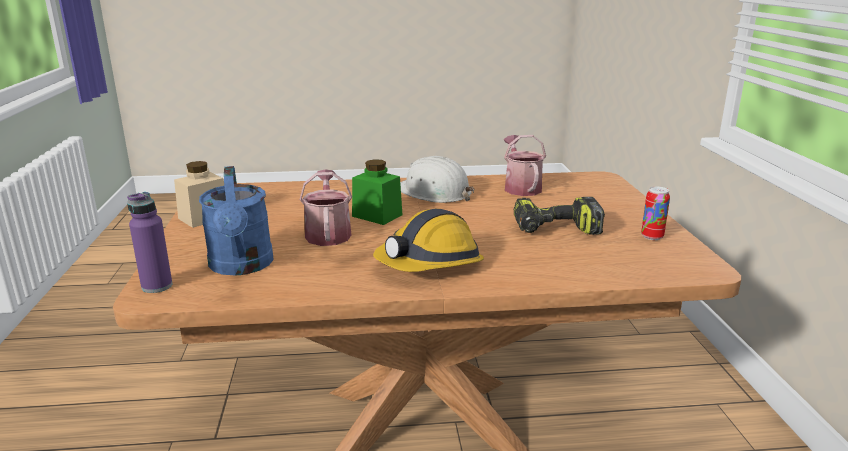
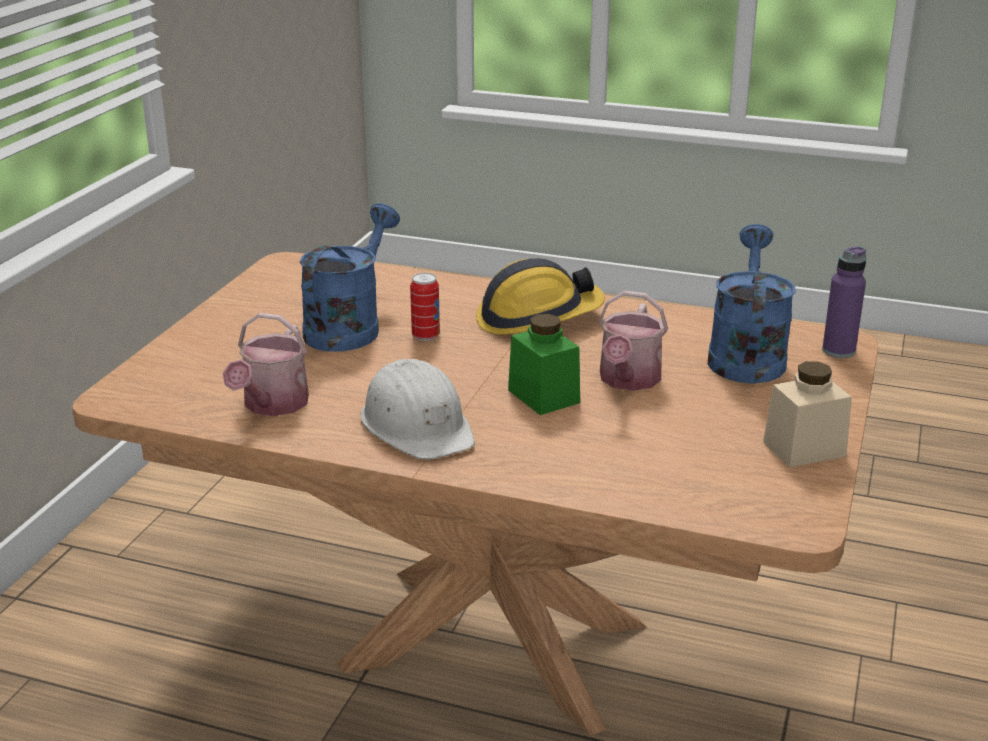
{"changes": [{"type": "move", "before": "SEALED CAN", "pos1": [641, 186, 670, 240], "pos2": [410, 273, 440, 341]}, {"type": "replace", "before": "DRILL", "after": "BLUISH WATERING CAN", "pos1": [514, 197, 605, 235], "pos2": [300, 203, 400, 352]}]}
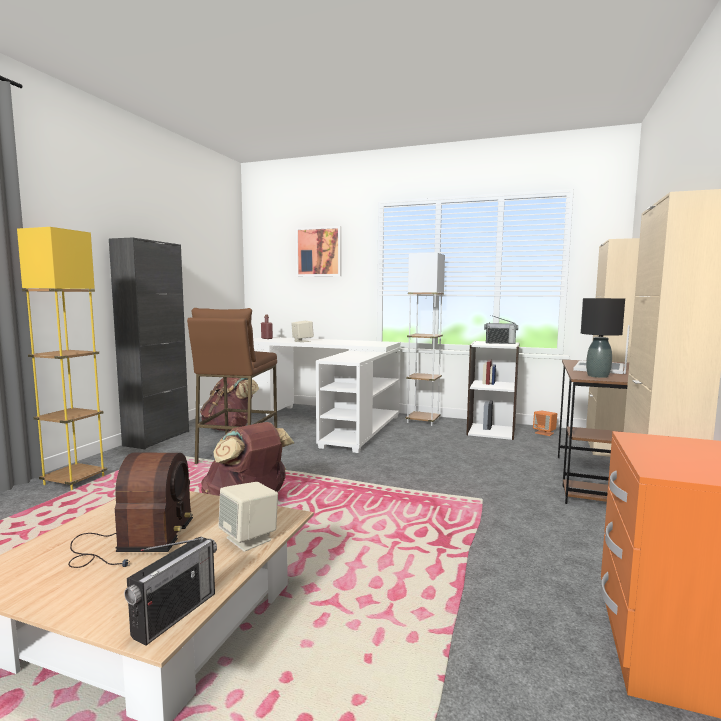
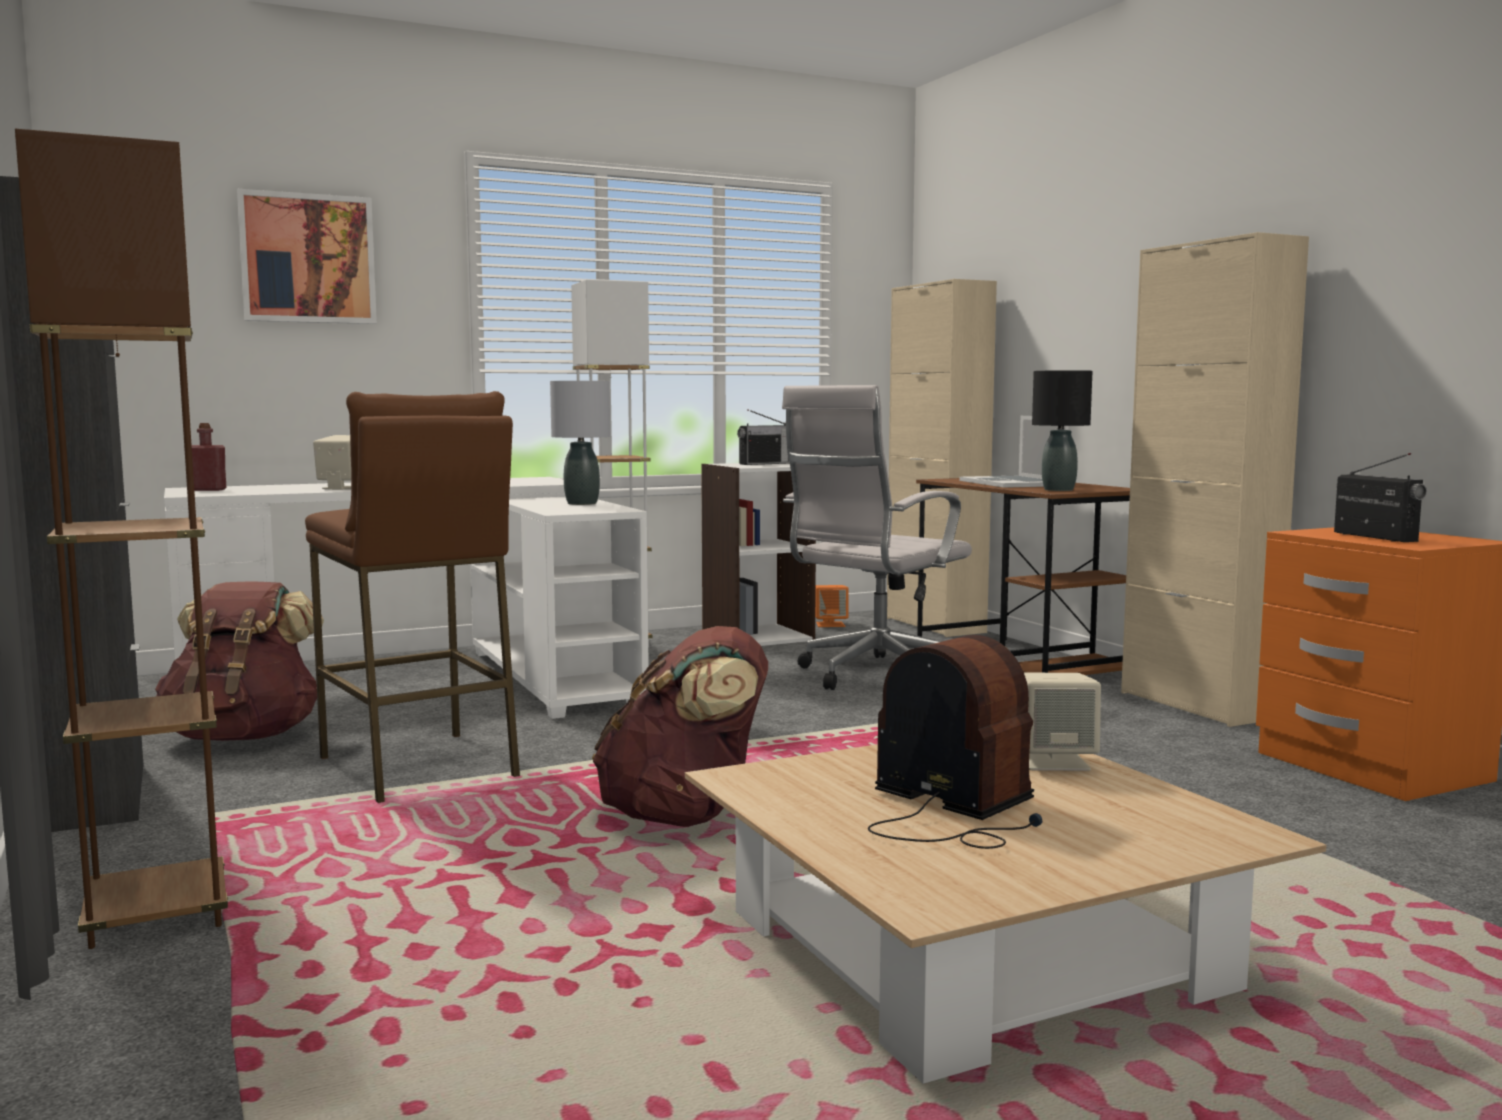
{"changes": [{"type": "recolor", "before": "YELLOWISH STANDING LAMP", "after": "BROWNISH STANDING LAMP", "pos1": [17, 227, 107, 490], "pos2": [15, 129, 228, 949]}, {"type": "move", "before": "RADIO", "pos1": [124, 537, 217, 645], "pos2": [1334, 453, 1427, 542]}, {"type": "insert", "after": "GREY LAMP FOR A TABLE", "pos2": [550, 381, 610, 505]}, {"type": "insert", "after": "WHITE-COLOURED DESK CHAIR", "pos2": [782, 385, 972, 690]}]}
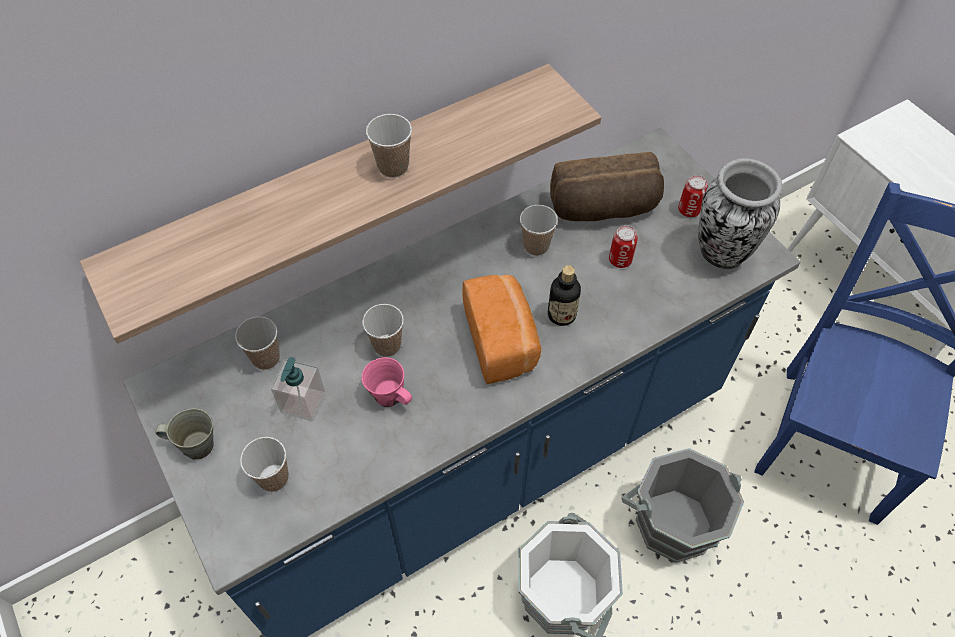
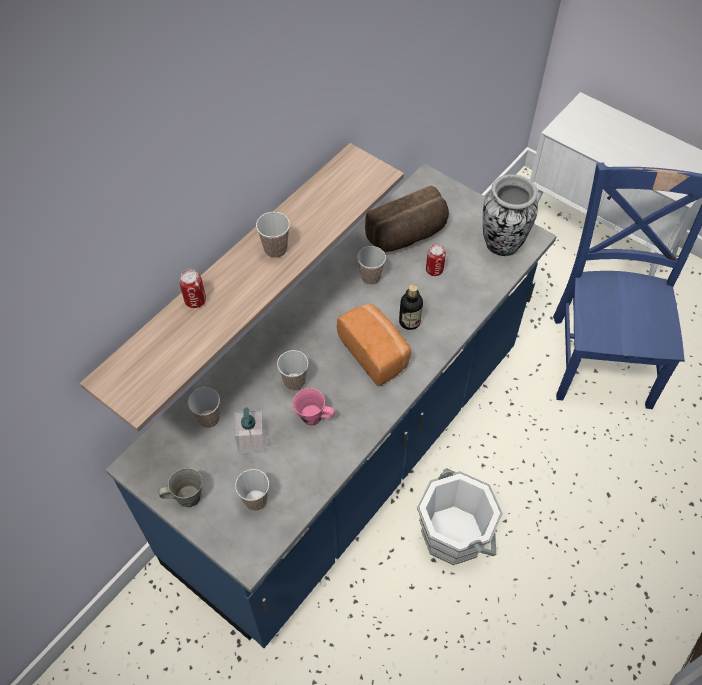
{"changes": [{"type": "move", "before": "SEALED CAN", "pos1": [678, 175, 708, 217], "pos2": [179, 269, 206, 308]}, {"type": "delete", "before": "GREY WATER BUCKET", "pos1": [622, 448, 744, 563]}]}
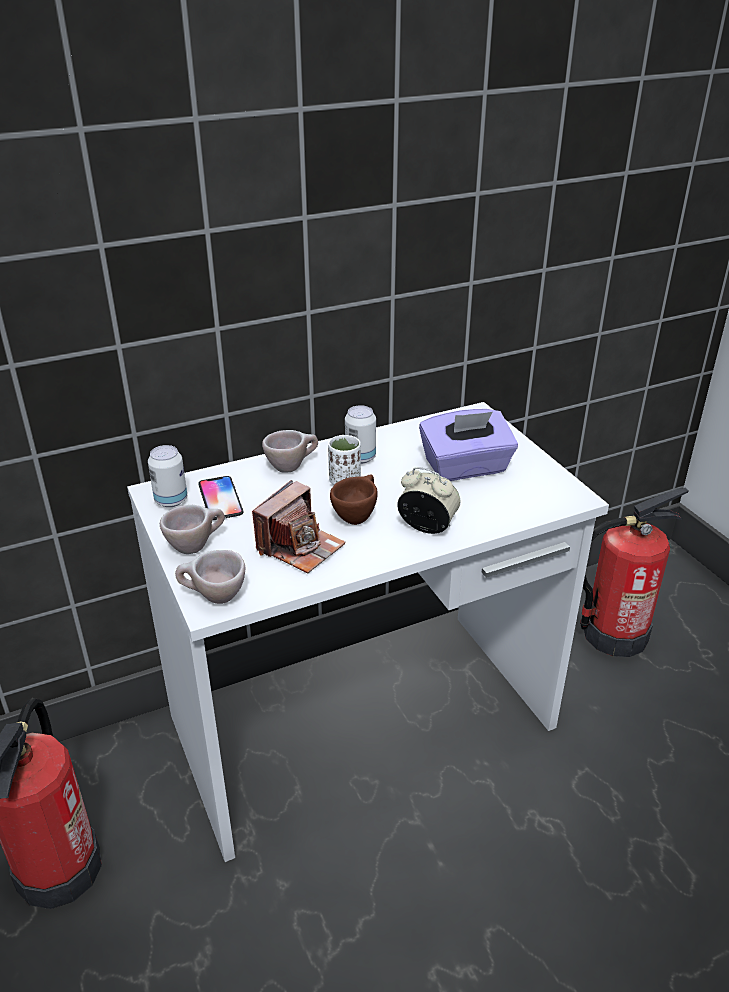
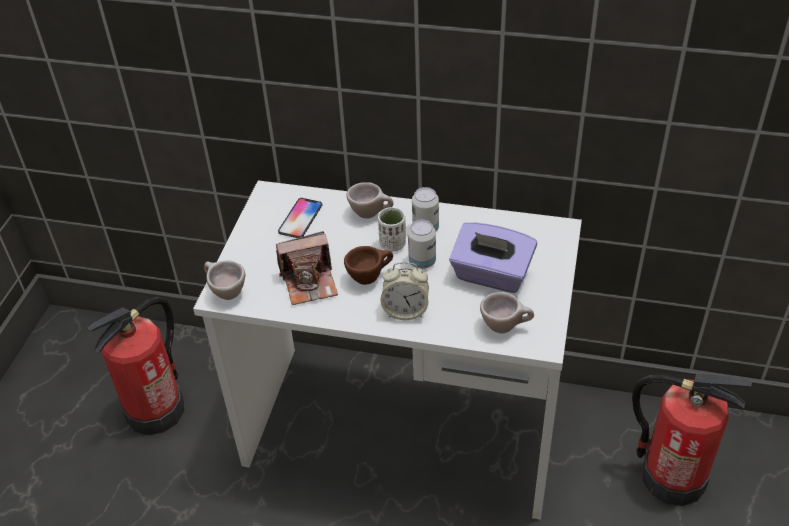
{"changes": [{"type": "move", "before": "SEALED CAN", "pos1": [148, 445, 187, 507], "pos2": [408, 220, 436, 269]}, {"type": "rotate", "before": "ALARM CLOCK", "pos1": [397, 467, 461, 534], "pos2": [380, 262, 429, 320], "turn": 120}, {"type": "move", "before": "SAND-COLOURED SMALL CUP", "pos1": [160, 505, 225, 554], "pos2": [480, 292, 534, 333]}]}
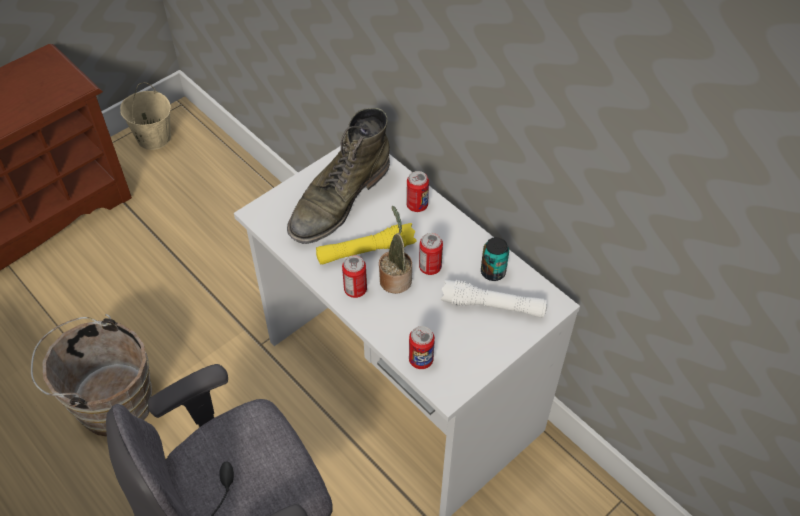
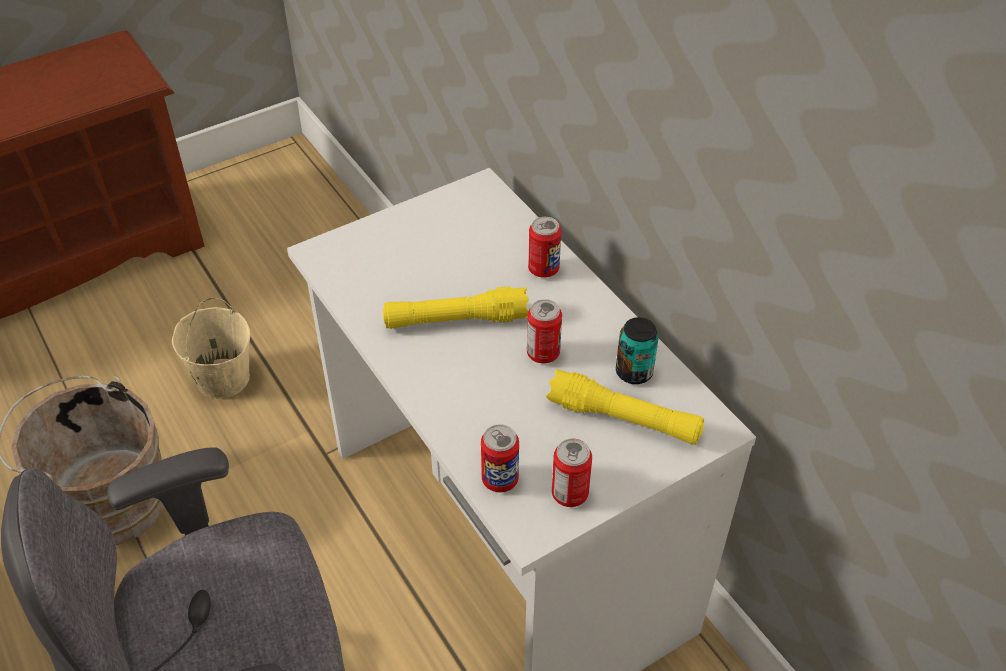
{"changes": [{"type": "move", "before": "SAND-COLOURED WATER BUCKET", "pos1": [120, 82, 171, 150], "pos2": [172, 298, 250, 399]}, {"type": "delete", "before": "GREEN HIGH-TOP BOOT", "pos1": [287, 108, 390, 244]}, {"type": "delete", "before": "POTTED PLANT", "pos1": [379, 206, 412, 294]}, {"type": "move", "before": "SEALED CAN", "pos1": [342, 255, 367, 298], "pos2": [552, 439, 592, 507]}, {"type": "recolor", "before": "WHITE-COLOURED HAND TORCH", "after": "YELLOWISH HAND TORCH", "pos1": [440, 280, 547, 318], "pos2": [546, 369, 704, 445]}]}
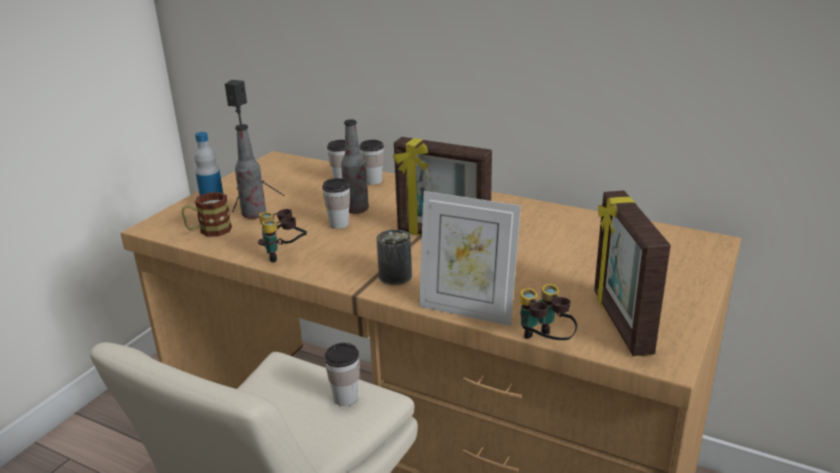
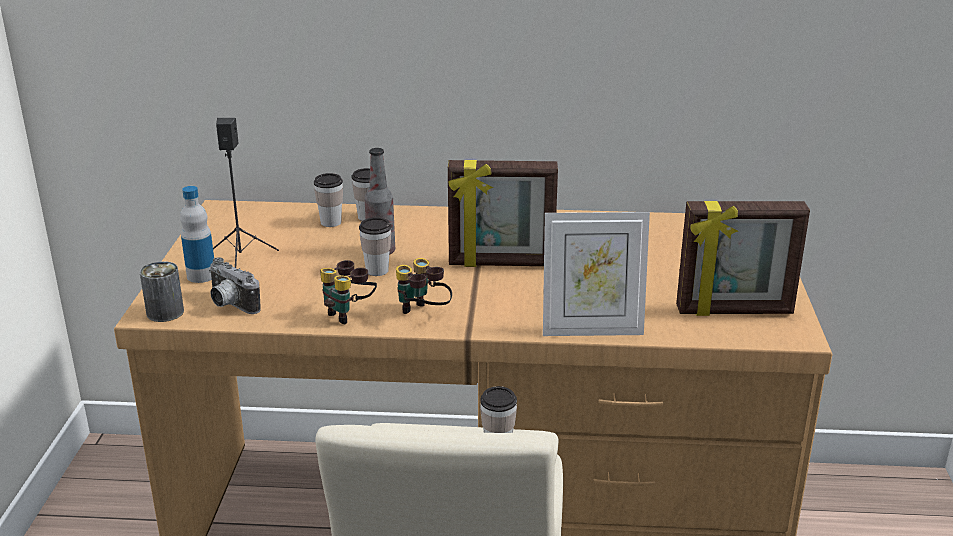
{"changes": [{"type": "delete", "before": "BEVERAGE BOTTLE", "pos1": [235, 124, 266, 219]}, {"type": "rotate", "before": "STANDING FRAME", "pos1": [594, 191, 671, 356], "pos2": [676, 201, 810, 316], "turn": -60}, {"type": "replace", "before": "COFFEE MUG", "after": "STILL CAMERA", "pos1": [182, 192, 232, 237], "pos2": [209, 257, 261, 314]}, {"type": "move", "before": "SEALED CAN", "pos1": [376, 230, 412, 285], "pos2": [140, 261, 184, 322]}, {"type": "move", "before": "BINOCULARS", "pos1": [520, 284, 577, 340], "pos2": [396, 258, 452, 314]}]}
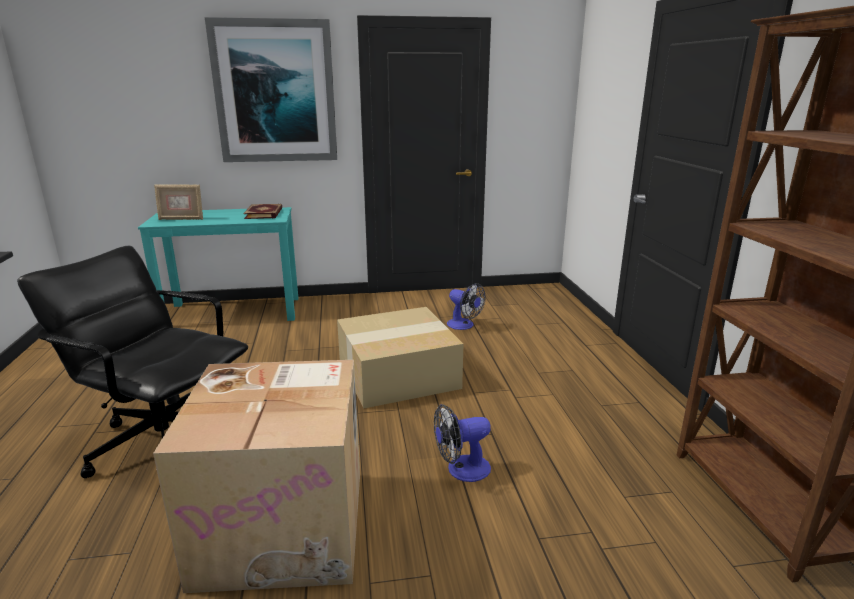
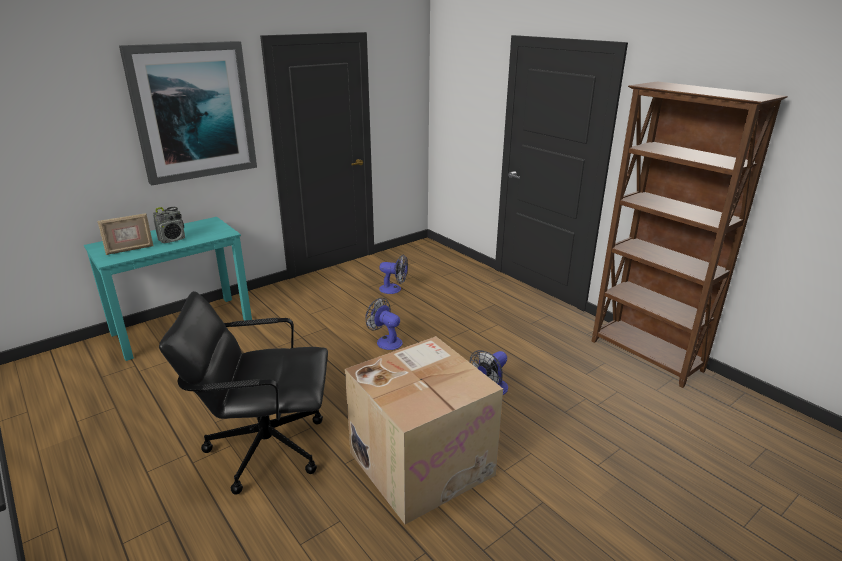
{"changes": [{"type": "delete", "before": "VOLUME", "pos1": [243, 204, 282, 219]}, {"type": "replace", "before": "CARTON", "after": "FAN", "pos1": [337, 307, 463, 409], "pos2": [365, 298, 403, 350]}, {"type": "insert", "after": "RADIO", "pos2": [152, 207, 185, 243]}]}
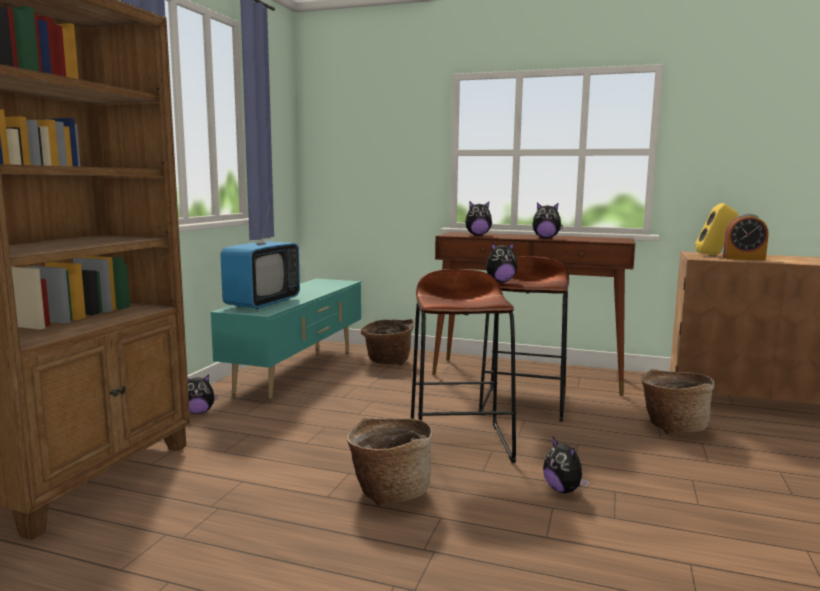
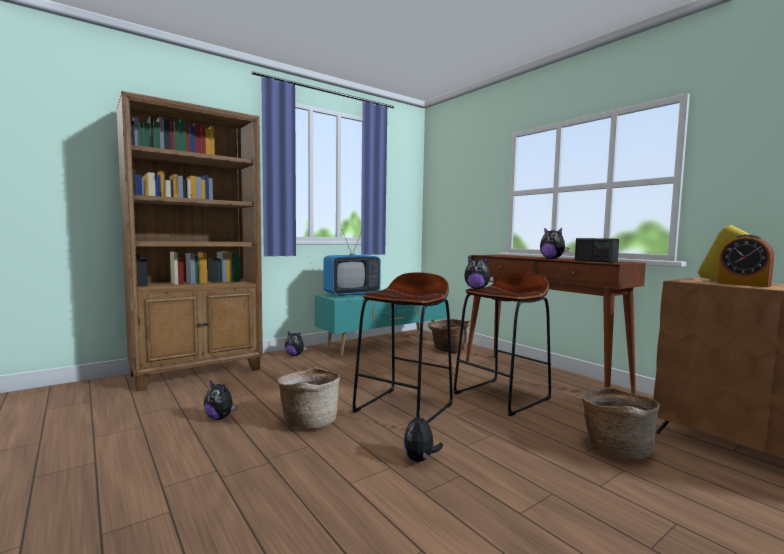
{"changes": [{"type": "move", "before": "SOFT TOY", "pos1": [465, 202, 492, 235], "pos2": [204, 381, 238, 420]}, {"type": "insert", "after": "RADIO", "pos2": [575, 238, 619, 263]}]}
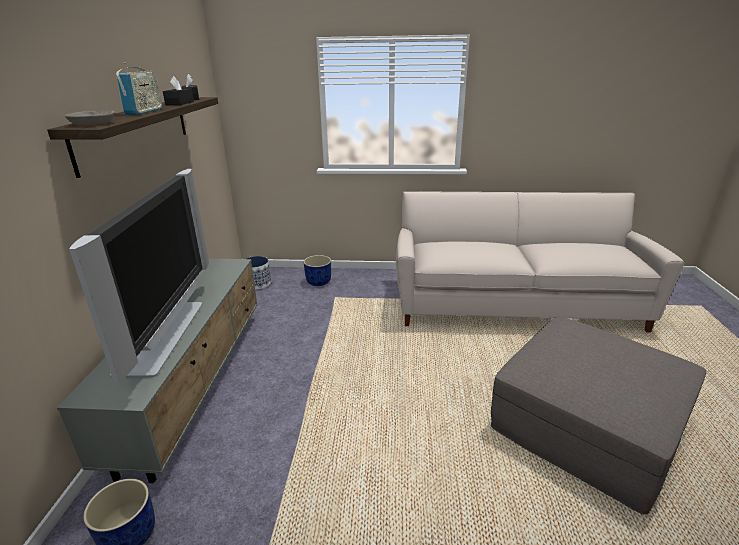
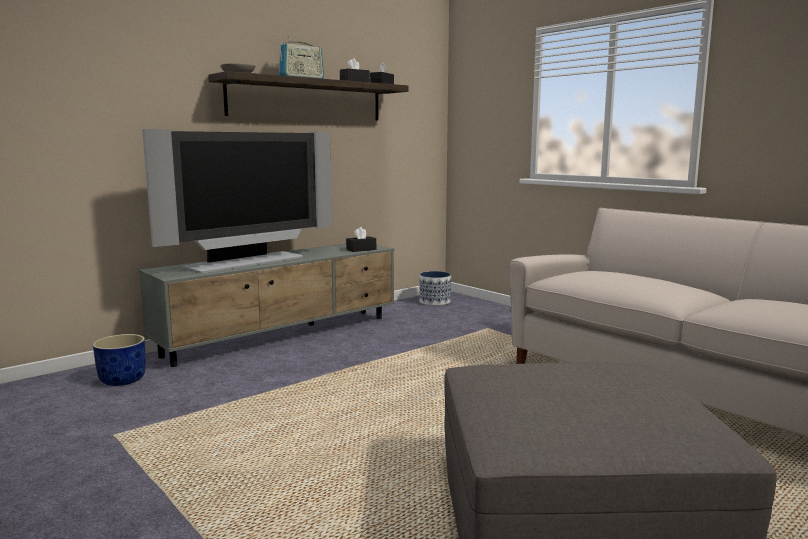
{"changes": [{"type": "delete", "before": "BLUISH PLANTER", "pos1": [304, 255, 331, 286]}, {"type": "insert", "after": "BLACKISH TISSUE BOX", "pos2": [346, 227, 376, 252]}]}
